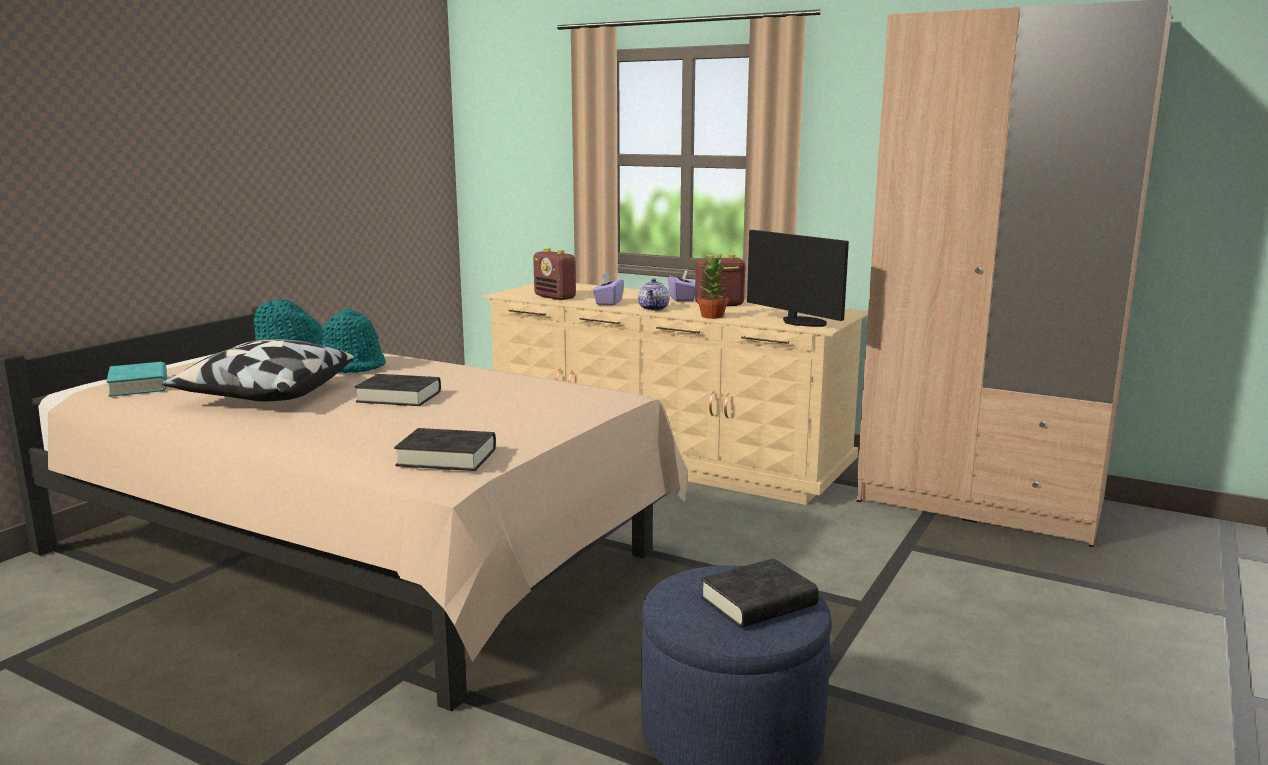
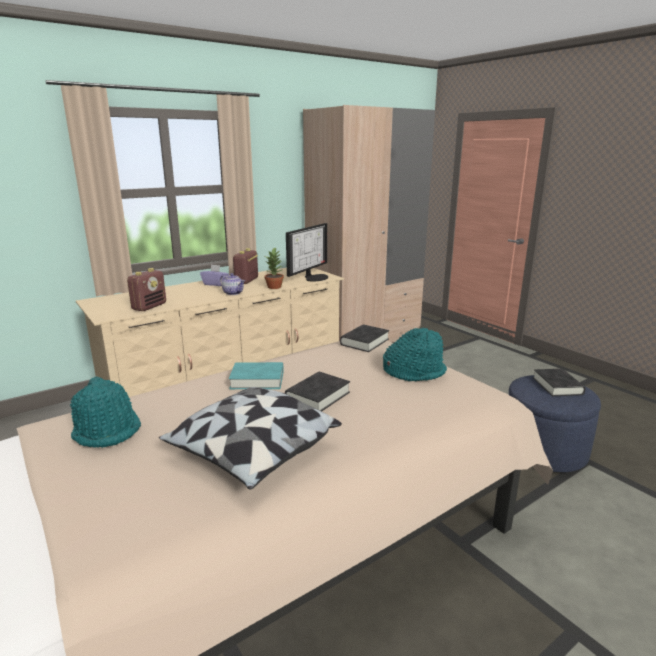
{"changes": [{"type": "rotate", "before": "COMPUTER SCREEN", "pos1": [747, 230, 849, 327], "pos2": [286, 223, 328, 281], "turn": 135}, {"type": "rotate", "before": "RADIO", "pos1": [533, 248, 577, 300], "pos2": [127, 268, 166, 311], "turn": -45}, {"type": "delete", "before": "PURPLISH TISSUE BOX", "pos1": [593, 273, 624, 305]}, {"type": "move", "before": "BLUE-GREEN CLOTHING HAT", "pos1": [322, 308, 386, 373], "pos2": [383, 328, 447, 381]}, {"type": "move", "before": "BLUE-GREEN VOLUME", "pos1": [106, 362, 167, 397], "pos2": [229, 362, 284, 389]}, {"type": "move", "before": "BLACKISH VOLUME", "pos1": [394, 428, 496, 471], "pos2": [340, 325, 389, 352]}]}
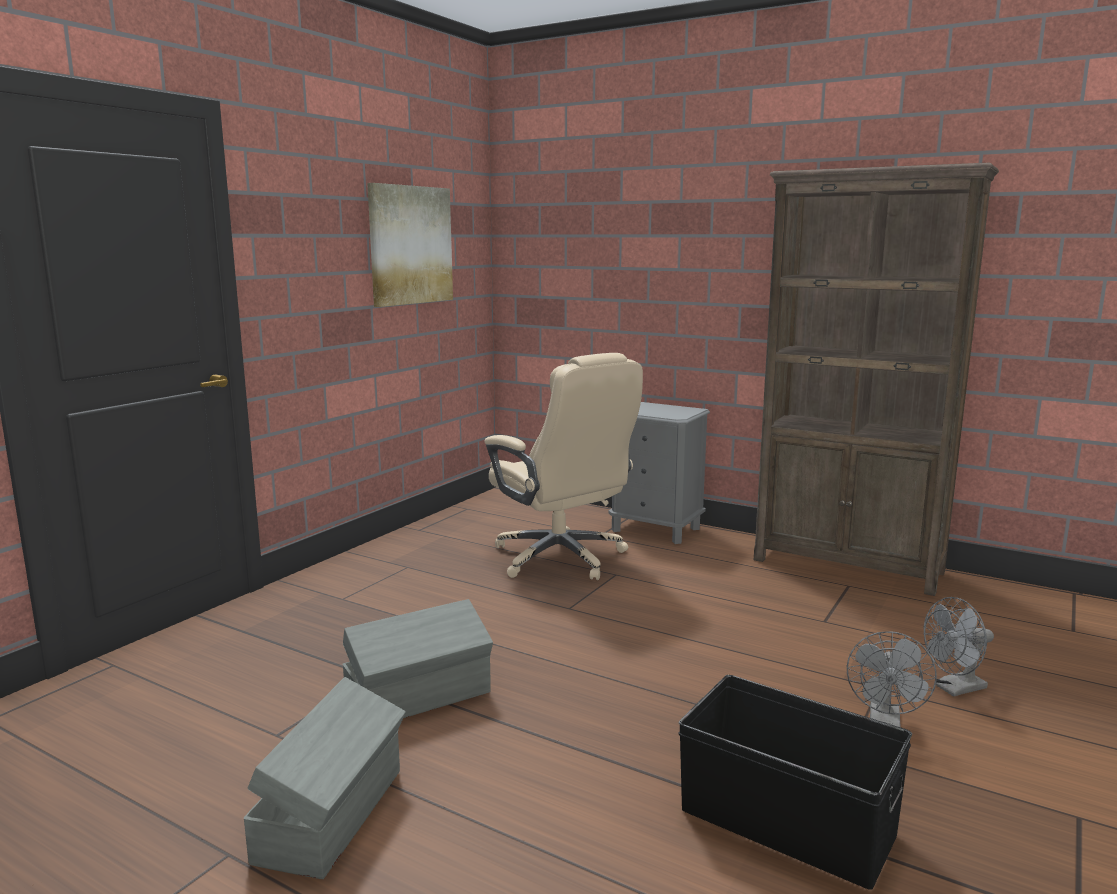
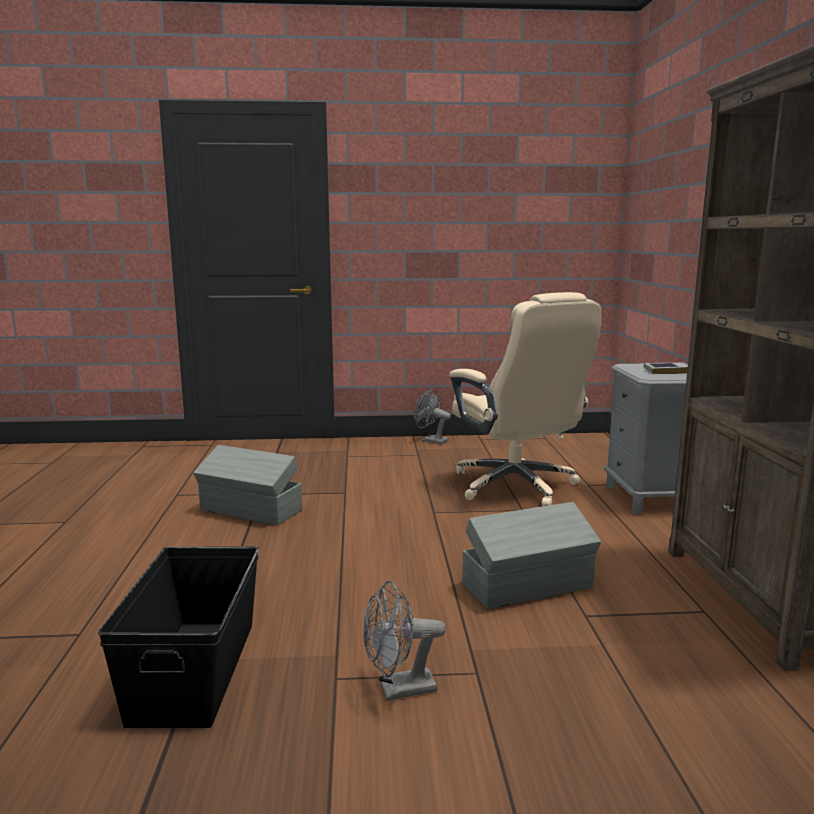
{"changes": [{"type": "delete", "before": "PICTURE", "pos1": [367, 183, 453, 307]}, {"type": "rotate", "before": "SAND-COLOURED DESK CHAIR", "pos1": [484, 353, 643, 580], "pos2": [449, 292, 602, 506], "turn": -45}, {"type": "move", "before": "GREY FAN", "pos1": [924, 597, 994, 696], "pos2": [414, 389, 451, 444]}, {"type": "move", "before": "GREY STORAGE BIN", "pos1": [244, 677, 406, 879], "pos2": [462, 502, 601, 610]}, {"type": "insert", "after": "VOLUME", "pos2": [643, 362, 688, 374]}]}
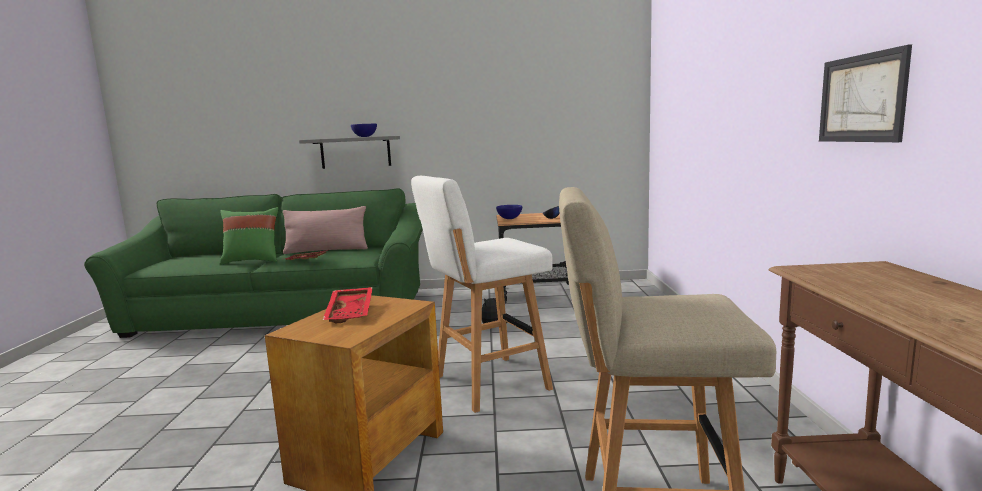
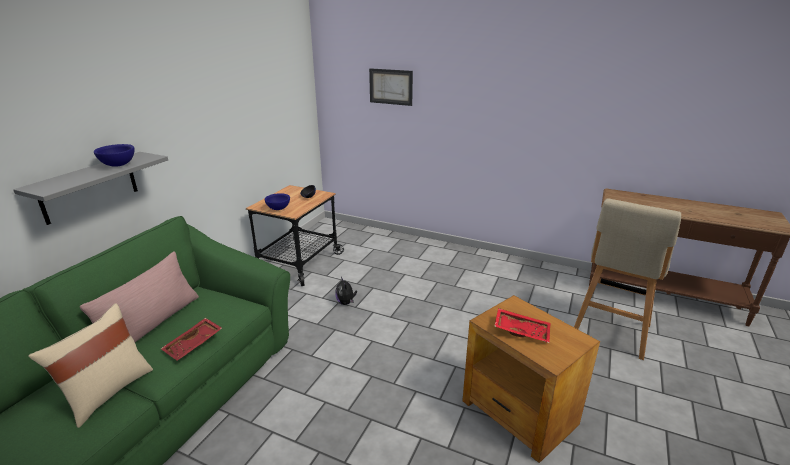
{"changes": [{"type": "move", "before": "PICTURE", "pos1": [819, 44, 912, 142], "pos2": [369, 68, 413, 106]}, {"type": "delete", "before": "WHITE-COLOURED STOOL SEAT", "pos1": [411, 176, 553, 413]}, {"type": "recolor", "before": "GREEN CUSHION", "after": "SAND-COLOURED CUSHION", "pos1": [220, 207, 279, 265], "pos2": [28, 304, 153, 428]}]}
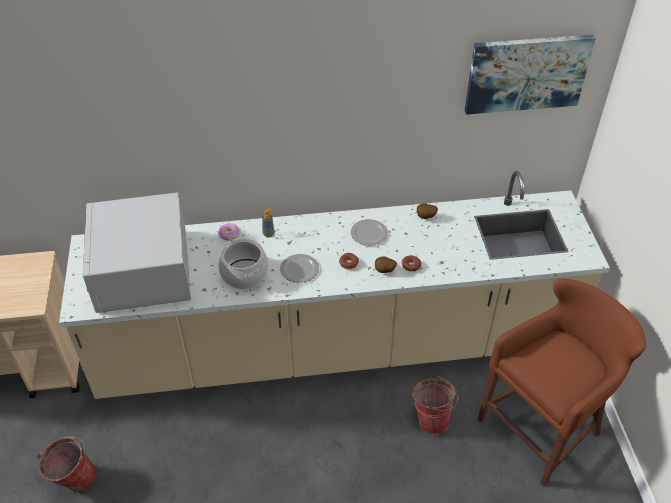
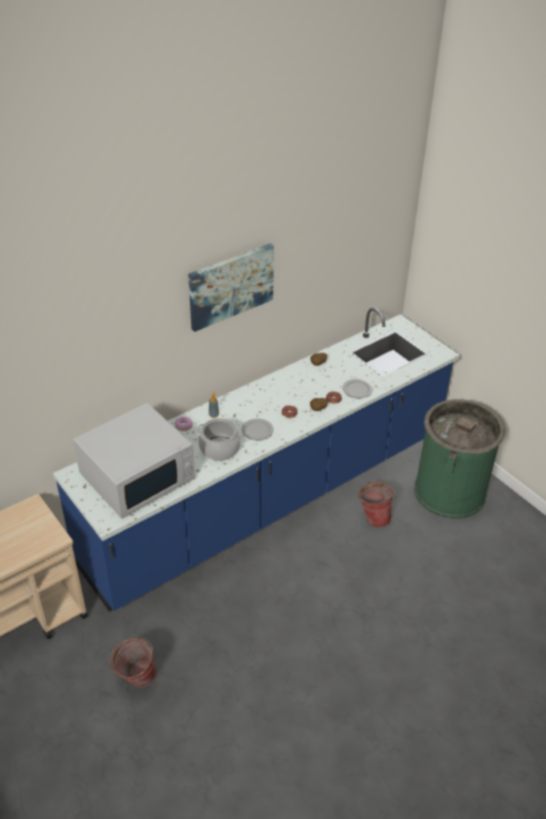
{"changes": [{"type": "move", "before": "PICTURE", "pos1": [465, 35, 596, 115], "pos2": [188, 243, 274, 332]}, {"type": "recolor", "before": "SAND-COLOURED KITCHEN BASE UNIT", "after": "BLUISH KITCHEN BASE UNIT", "pos1": [59, 171, 610, 399], "pos2": [53, 308, 460, 612]}, {"type": "rotate", "before": "WHITE-COLOURED KITCHEN MICROWAVE", "pos1": [83, 192, 191, 313], "pos2": [73, 403, 195, 519], "turn": -90}, {"type": "move", "before": "PLATE", "pos1": [351, 219, 388, 246], "pos2": [343, 379, 373, 399]}, {"type": "replace", "before": "BROWNISH STOOL SEAT", "after": "GREEN TRASH CAN", "pos1": [478, 278, 646, 486], "pos2": [414, 399, 505, 519]}]}
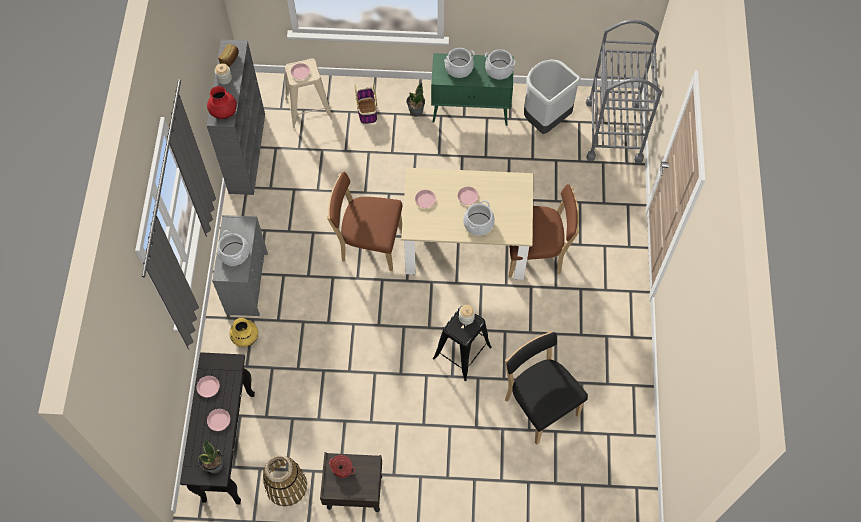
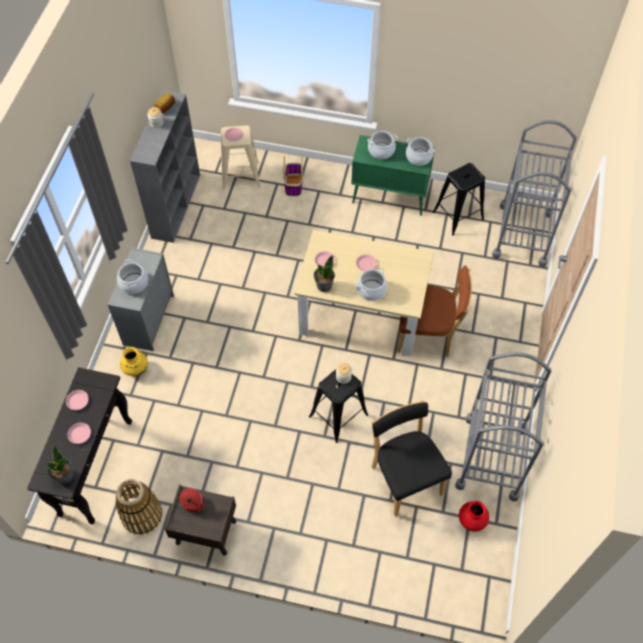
{"changes": [{"type": "replace", "before": "GREY TRASH CAN", "after": "BLACKISH STOOL SEAT", "pos1": [524, 60, 581, 134], "pos2": [432, 163, 485, 236]}, {"type": "move", "before": "POTTED PLANT", "pos1": [406, 82, 425, 117], "pos2": [313, 255, 335, 292]}, {"type": "move", "before": "REDDISH FLOWER VASE", "pos1": [207, 86, 237, 119], "pos2": [459, 501, 489, 531]}, {"type": "delete", "before": "BROWNISH CHAIR", "pos1": [327, 172, 402, 271]}, {"type": "insert", "after": "GREY CART", "pos2": [455, 352, 552, 501]}]}
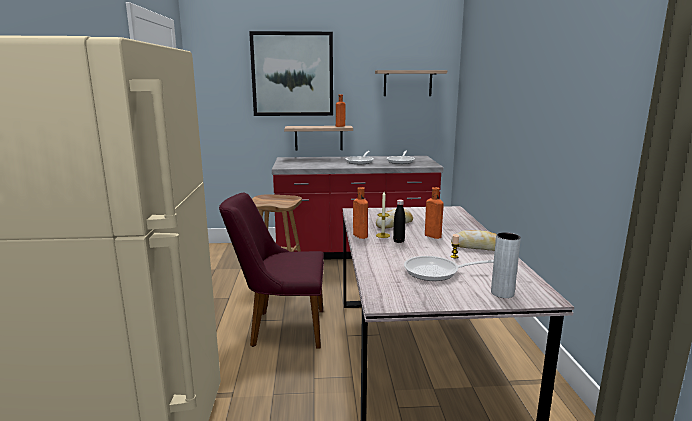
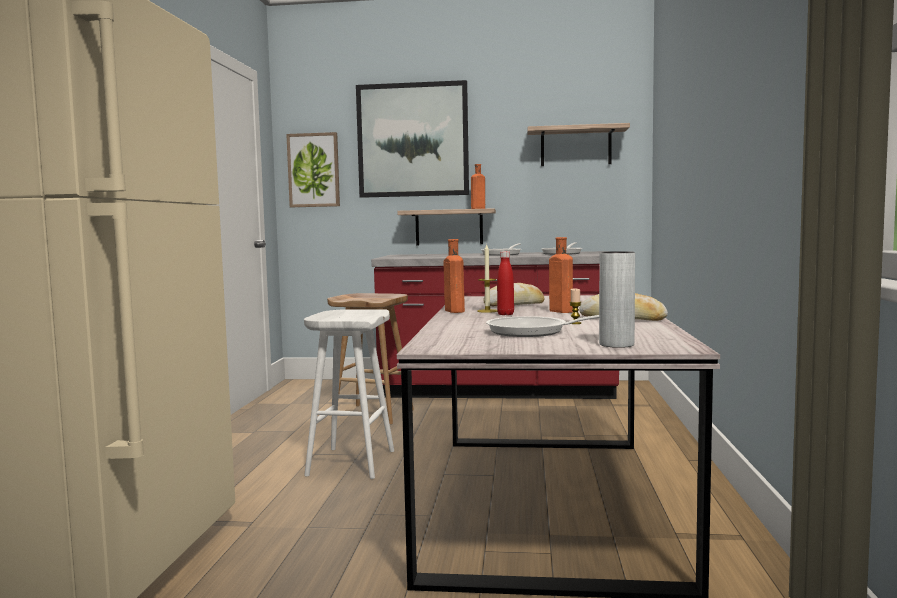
{"changes": [{"type": "replace", "before": "PURPLISH CHAIR", "after": "WHITE-COLOURED STOOL SEAT", "pos1": [219, 193, 324, 349], "pos2": [304, 309, 394, 479]}, {"type": "recolor", "before": "BLACKISH BEVERAGE BOTTLE", "after": "REDDISH BEVERAGE BOTTLE", "pos1": [393, 200, 405, 243], "pos2": [497, 251, 514, 315]}, {"type": "insert", "after": "PICTURE", "pos2": [286, 132, 340, 207]}]}
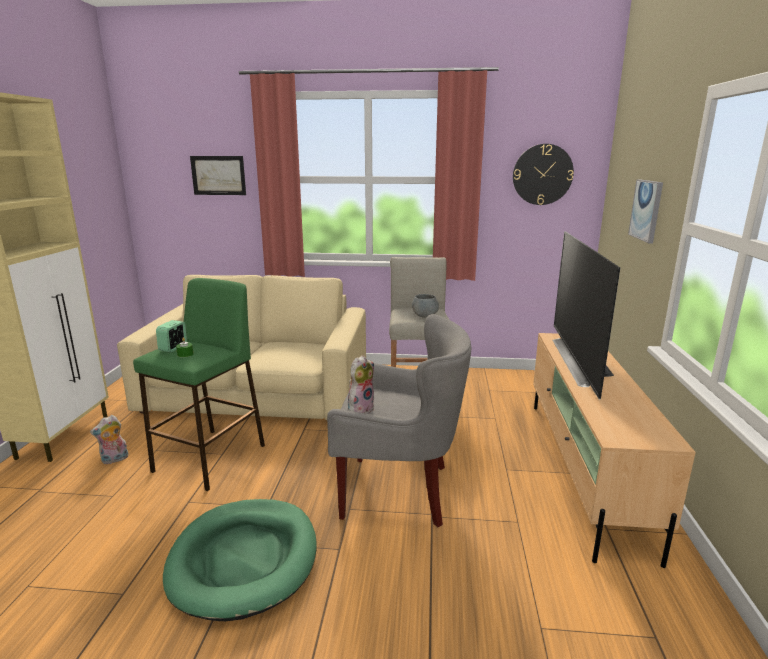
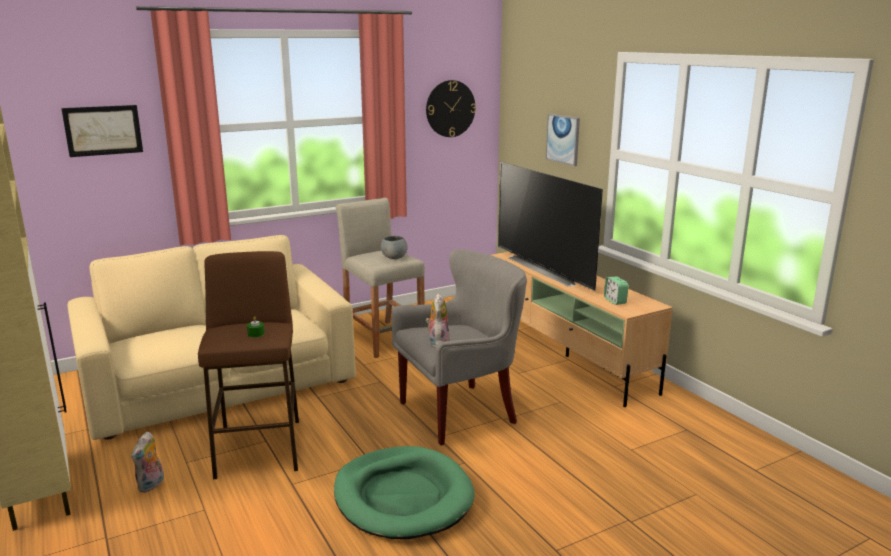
{"changes": [{"type": "recolor", "before": "GREEN STOOL SEAT", "after": "BROWNISH STOOL SEAT", "pos1": [133, 278, 265, 491], "pos2": [198, 251, 299, 479]}, {"type": "move", "before": "ALARM CLOCK", "pos1": [156, 320, 187, 352], "pos2": [604, 277, 629, 305]}]}
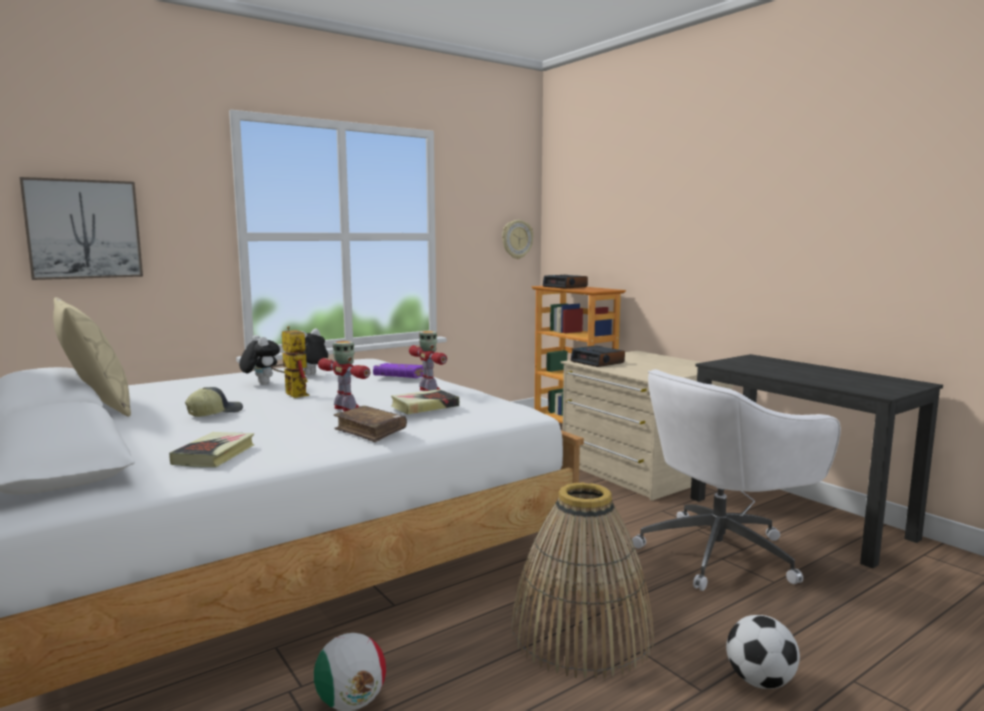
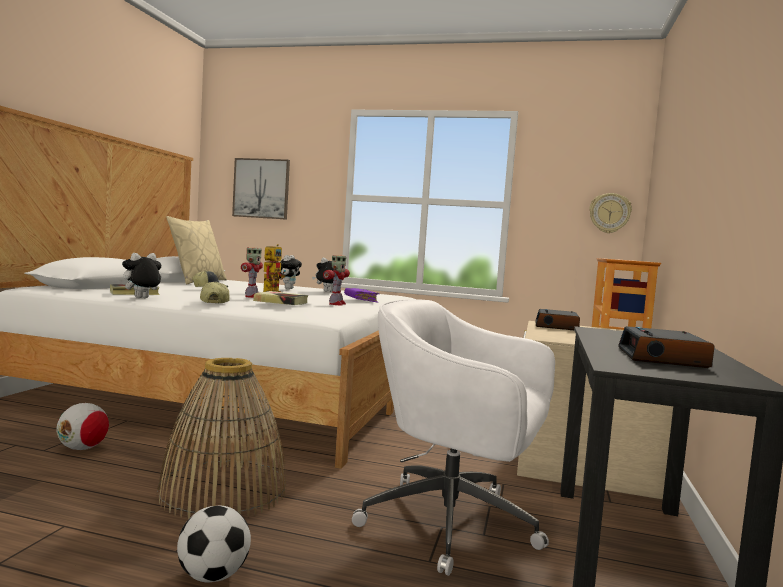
{"changes": [{"type": "move", "before": "ALARM CLOCK", "pos1": [542, 274, 588, 289], "pos2": [618, 326, 715, 368]}, {"type": "replace", "before": "BROWNISH VOLUME", "after": "BASEBALL CAP", "pos1": [334, 406, 407, 442], "pos2": [200, 281, 229, 303]}, {"type": "insert", "after": "SOFT TOY", "pos2": [119, 253, 162, 298]}]}
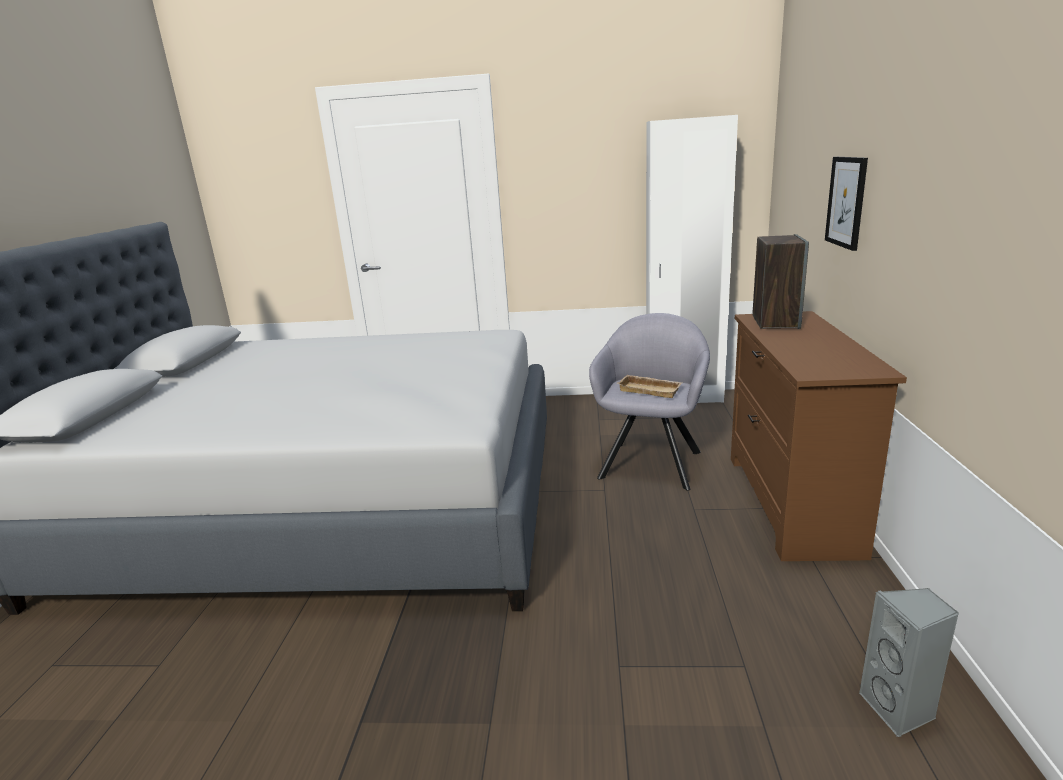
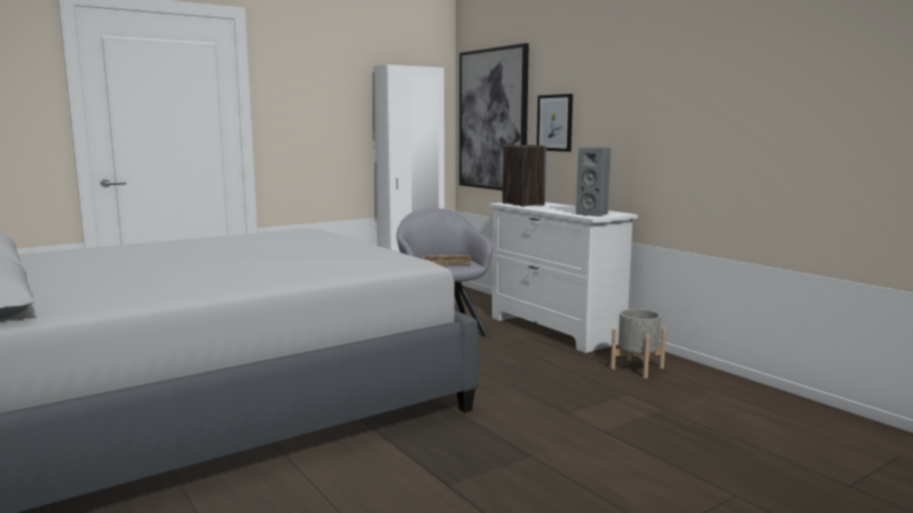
{"changes": [{"type": "recolor", "before": "BROWNISH DRESSER", "after": "WHITE-COLOURED DRESSER", "pos1": [731, 311, 907, 561], "pos2": [489, 202, 638, 353]}, {"type": "move", "before": "GREY AUDIO SPEAKER", "pos1": [859, 588, 959, 737], "pos2": [575, 147, 611, 217]}, {"type": "insert", "after": "PICTURE", "pos2": [459, 43, 529, 191]}, {"type": "insert", "after": "GREY PLANTER", "pos2": [611, 309, 666, 378]}]}
